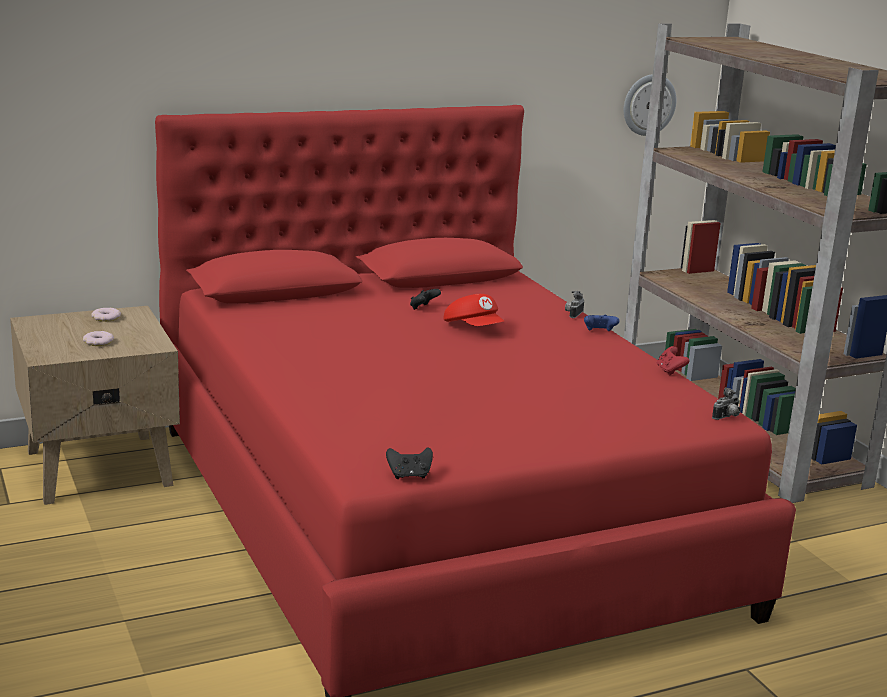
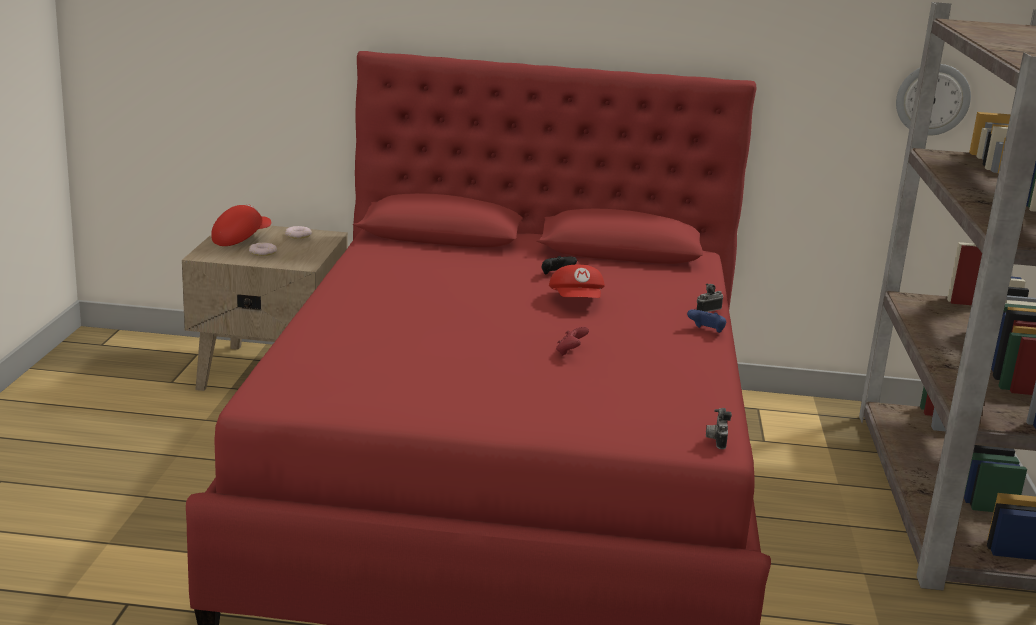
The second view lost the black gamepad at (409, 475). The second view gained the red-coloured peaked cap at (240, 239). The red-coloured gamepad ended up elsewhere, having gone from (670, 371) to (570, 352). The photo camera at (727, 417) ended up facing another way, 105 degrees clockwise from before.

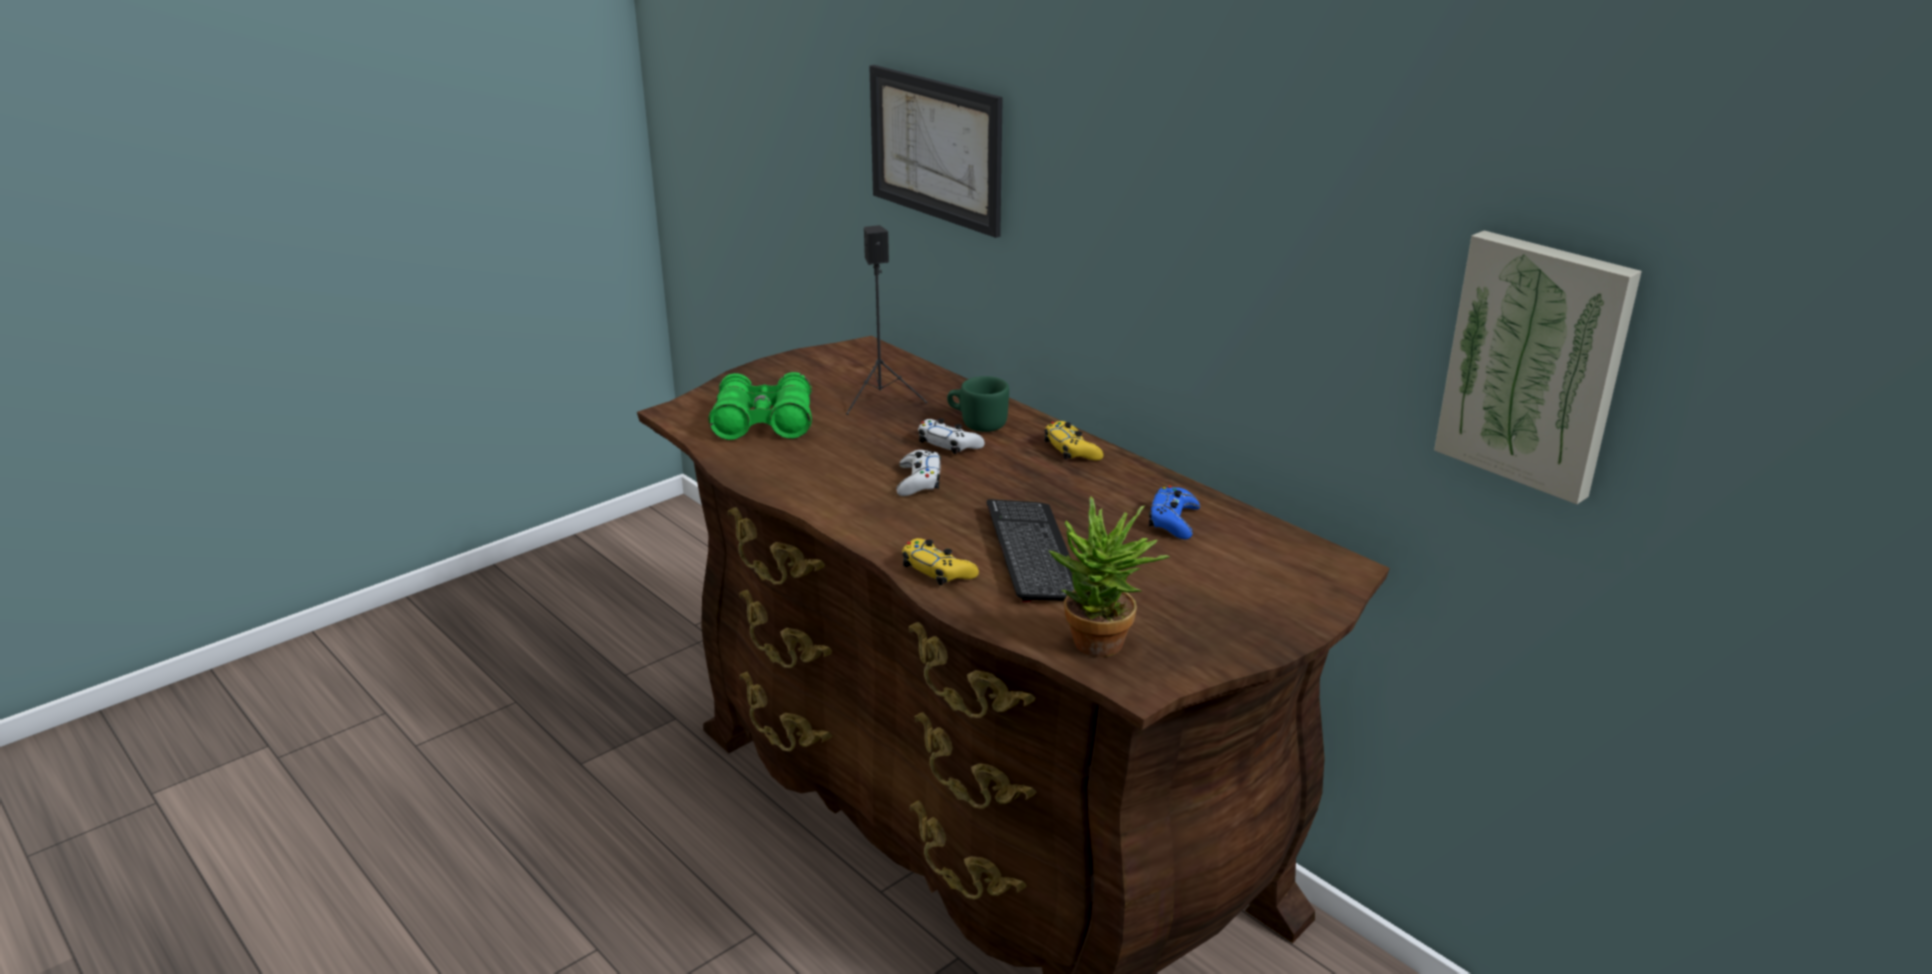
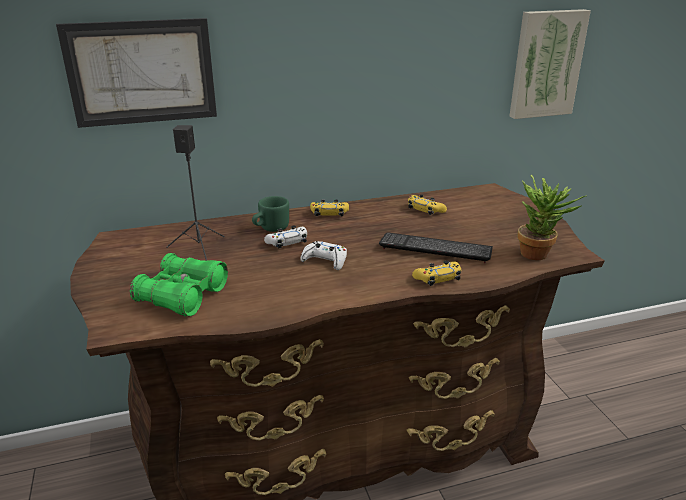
What was the bluish gamepad at (1173, 521) turned into the yellow gamepad at (425, 210).

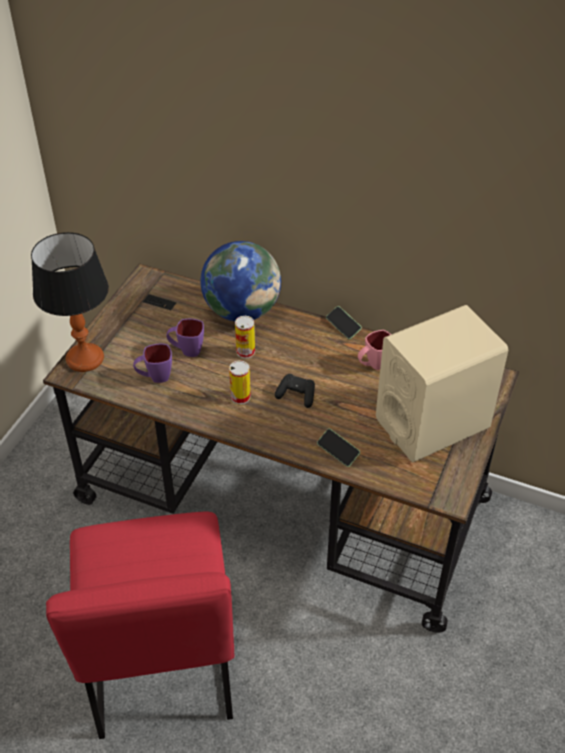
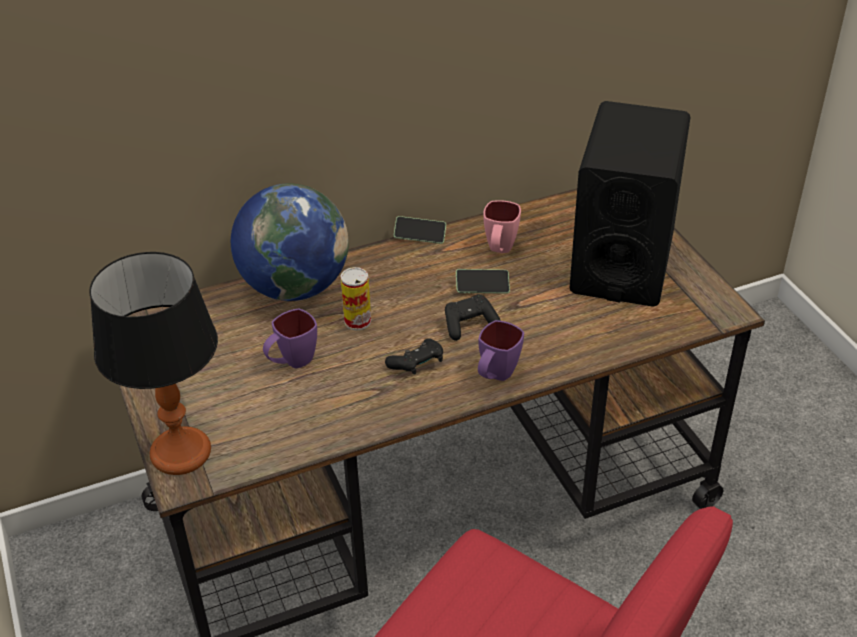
The purplish mug ended up elsewhere, having gone from (155, 377) to (496, 376). The telephone ended up elsewhere, having gone from (338, 451) to (482, 287). Where the can stood at (240, 397), the black gamepad came to stand at (417, 365). What was the sand-coloured audio speaker at (432, 423) turned into the black audio speaker at (622, 263).

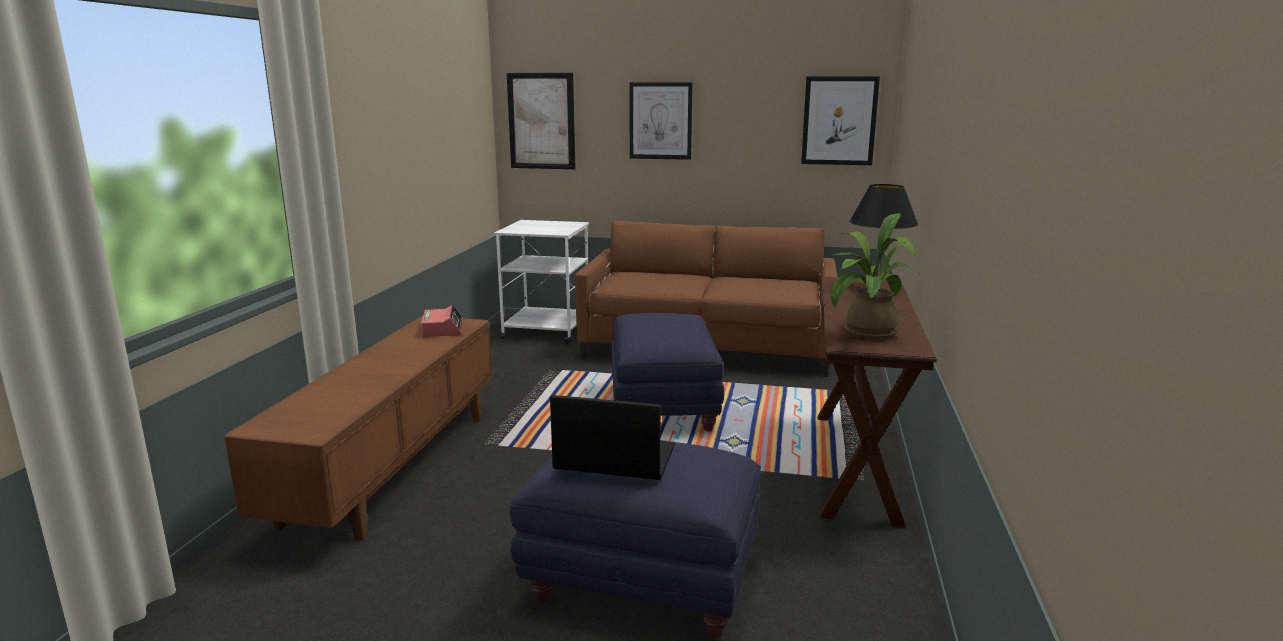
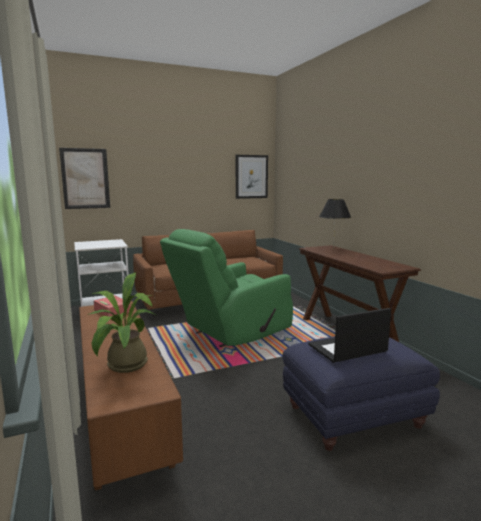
The second view lost the picture at (660, 121). The houseplant ended up elsewhere, having gone from (865, 334) to (124, 367). Where the bluish pouffe stood at (662, 407), the greenish easy chair came to stand at (230, 333).

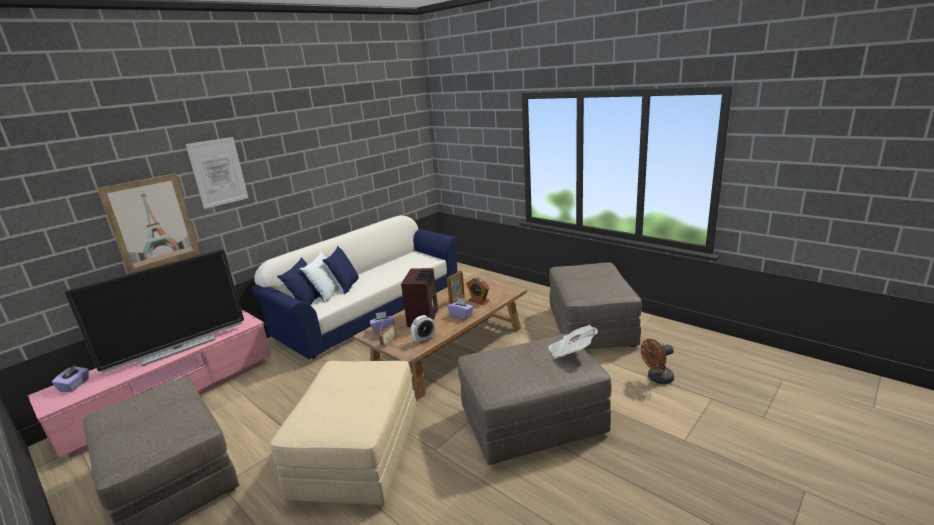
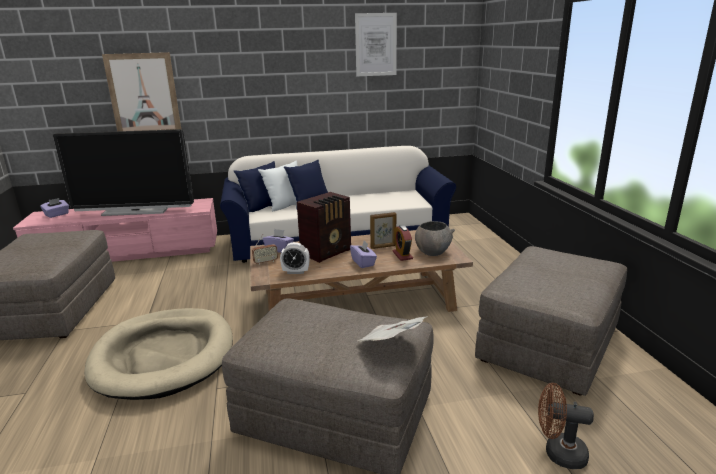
The second view gained the grey deep dish at (433, 252). The picture ended up elsewhere, having gone from (218, 172) to (376, 45). Where the sand-coloured pouffe stood at (358, 453), the sand-coloured dog cushion came to stand at (164, 356).

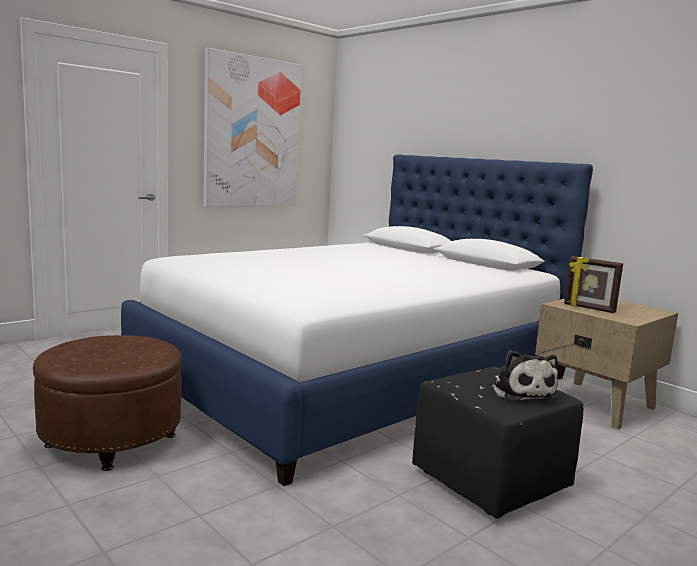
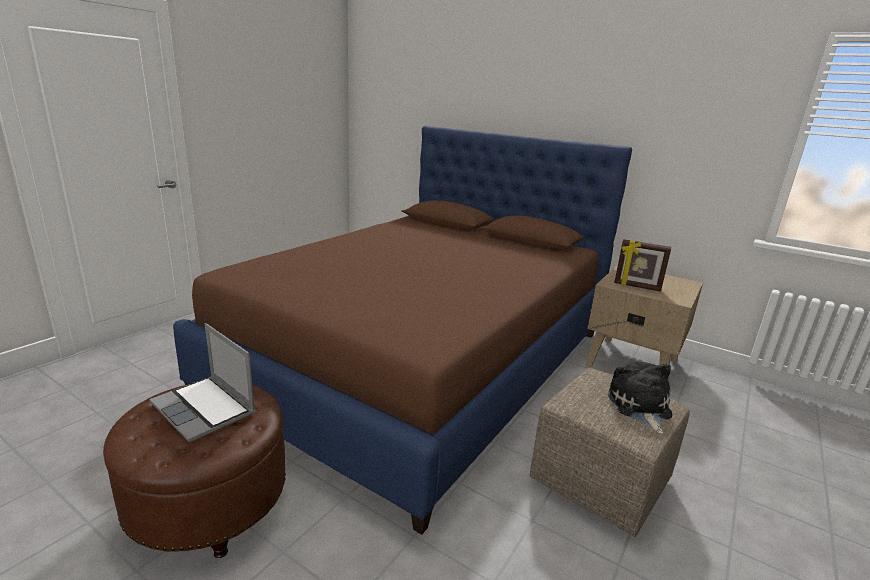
The second view lost the picture at (252, 133). The second view gained the notebook computer at (205, 409). What was the white-coloured sleeping bed at (355, 375) turned into the brownish sleeping bed at (422, 360). What was the black pouffe at (490, 480) turned into the sand-coloured pouffe at (600, 480). The plush toy at (521, 391) ended up facing another way, 150 degrees counterclockwise from before.

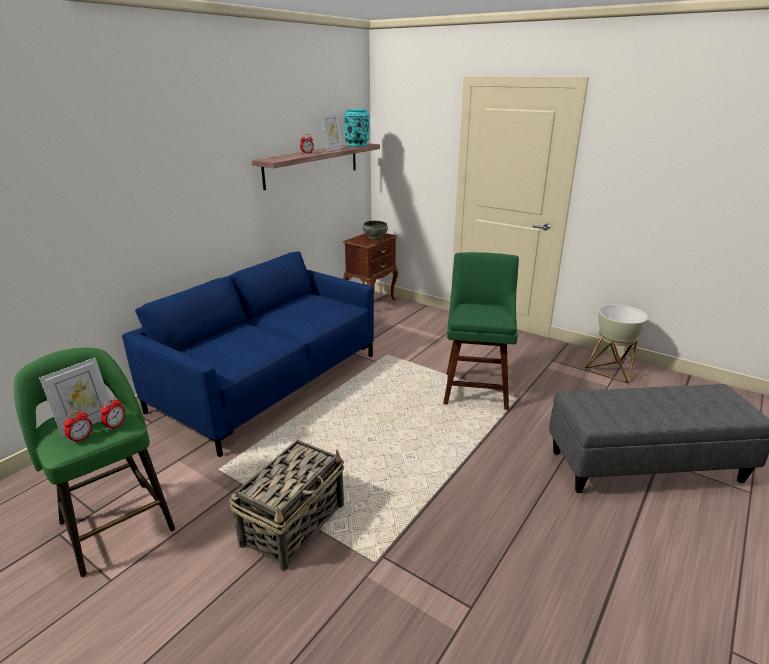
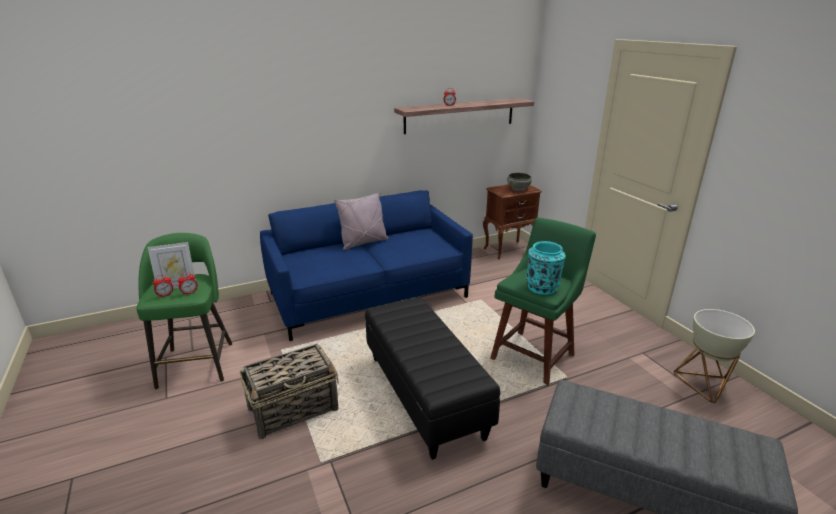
The second view lost the standing frame at (332, 149). The second view gained the purplish cushion at (363, 243). The second view gained the black pouffe at (423, 396). The turquoise flower vase ended up elsewhere, having gone from (357, 145) to (542, 287).

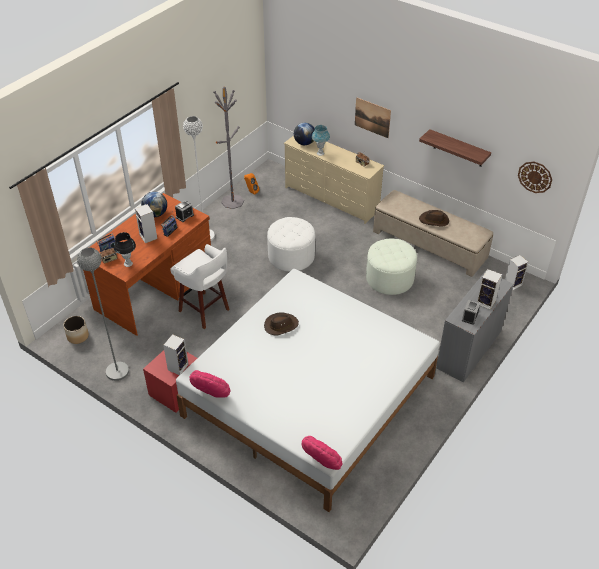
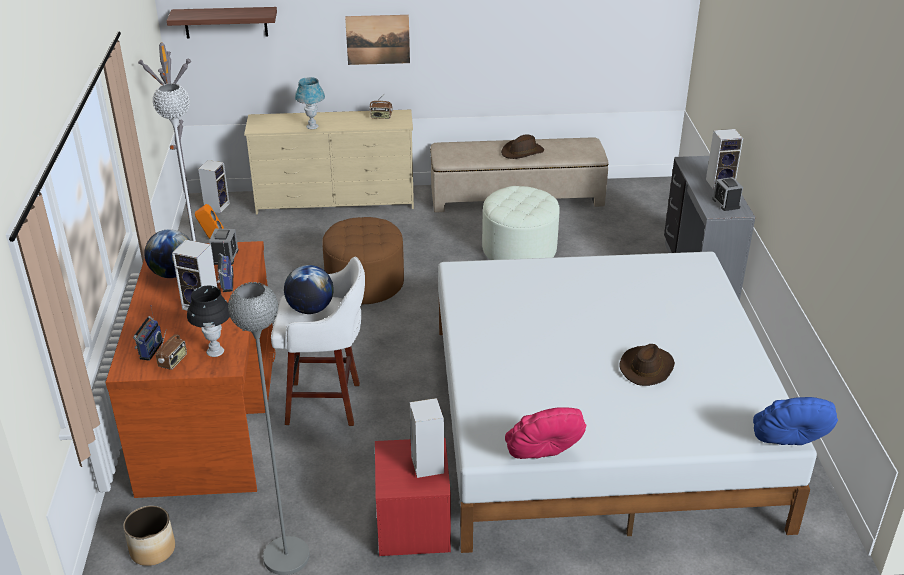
The second view lost the wall clock at (535, 177). The brownish clothing hat ended up elsewhere, having gone from (281, 325) to (646, 367). The world globe ended up elsewhere, having gone from (304, 143) to (310, 309). The shelf ended up elsewhere, having gone from (458, 148) to (225, 22). The audio speaker ended up elsewhere, having gone from (513, 284) to (217, 206). What was the white-coloured pouffe at (291, 256) turned into the brownish pouffe at (365, 283). What was the pink cushion at (321, 464) turned into the bluish cushion at (788, 448).

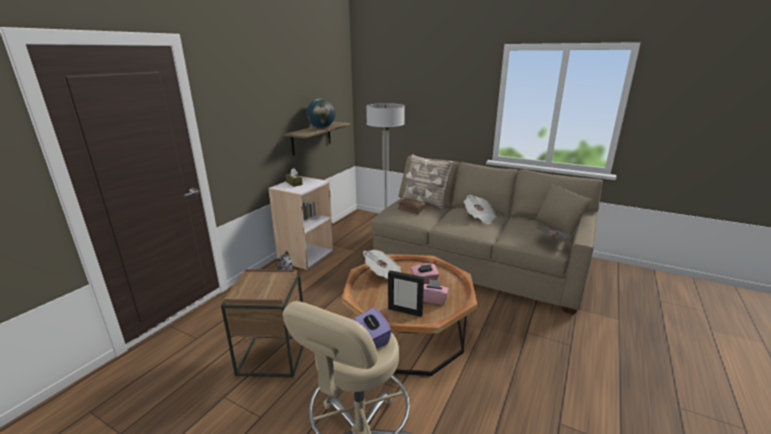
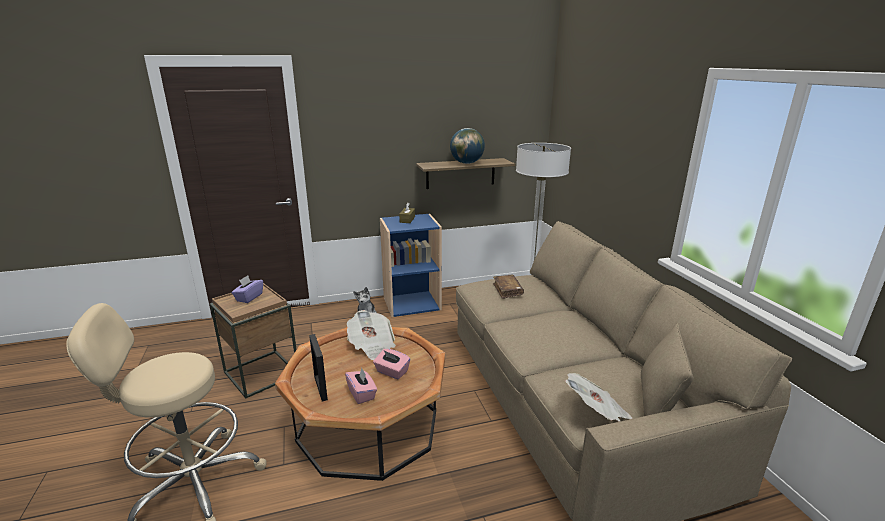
The second view lost the sand-coloured cushion at (425, 202). The second view lost the printed paper at (479, 217). The purplish tissue holder ended up elsewhere, having gone from (372, 338) to (249, 297). What was the white-coloured bookshelf at (306, 255) turned into the bluish bookshelf at (412, 303).

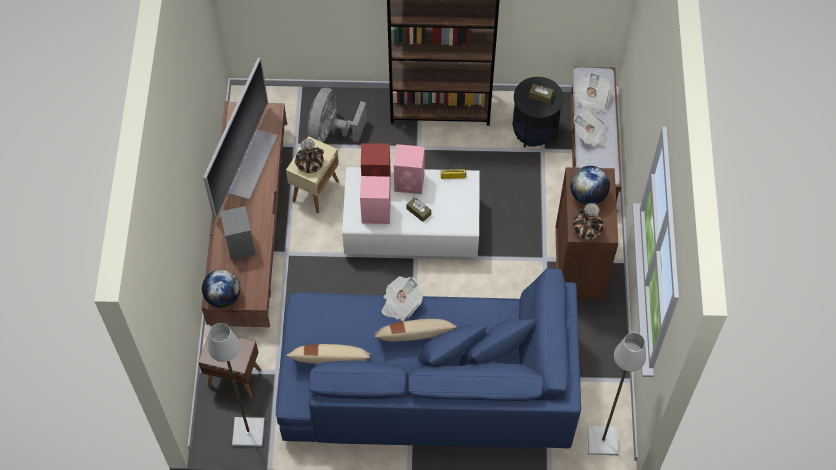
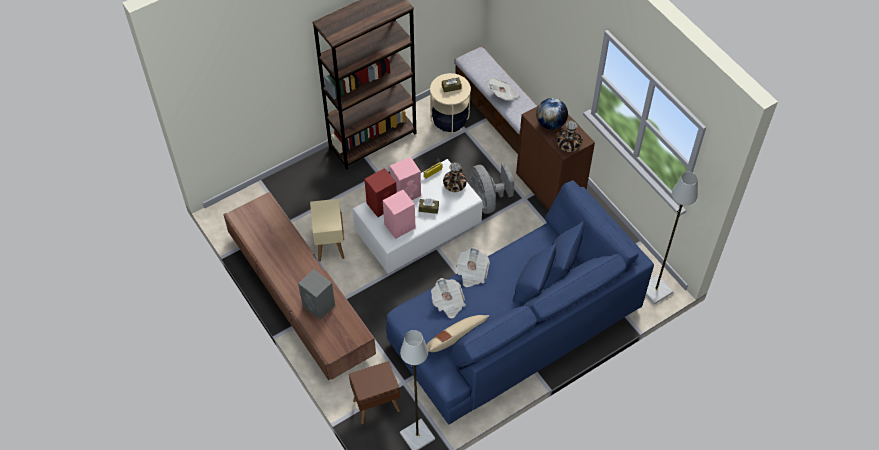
The second view lost the world globe at (223, 297). The second view lost the TV set at (250, 163). The second view lost the sand-coloured cushion at (414, 337). The flower vase ended up elsewhere, having gone from (310, 164) to (455, 185). The grey cooling fan ended up elsewhere, having gone from (331, 132) to (487, 200). The printed paper ended up elsewhere, having gone from (591, 101) to (448, 303). What was the black side table at (534, 132) turned into the sand-coloured side table at (450, 121).

